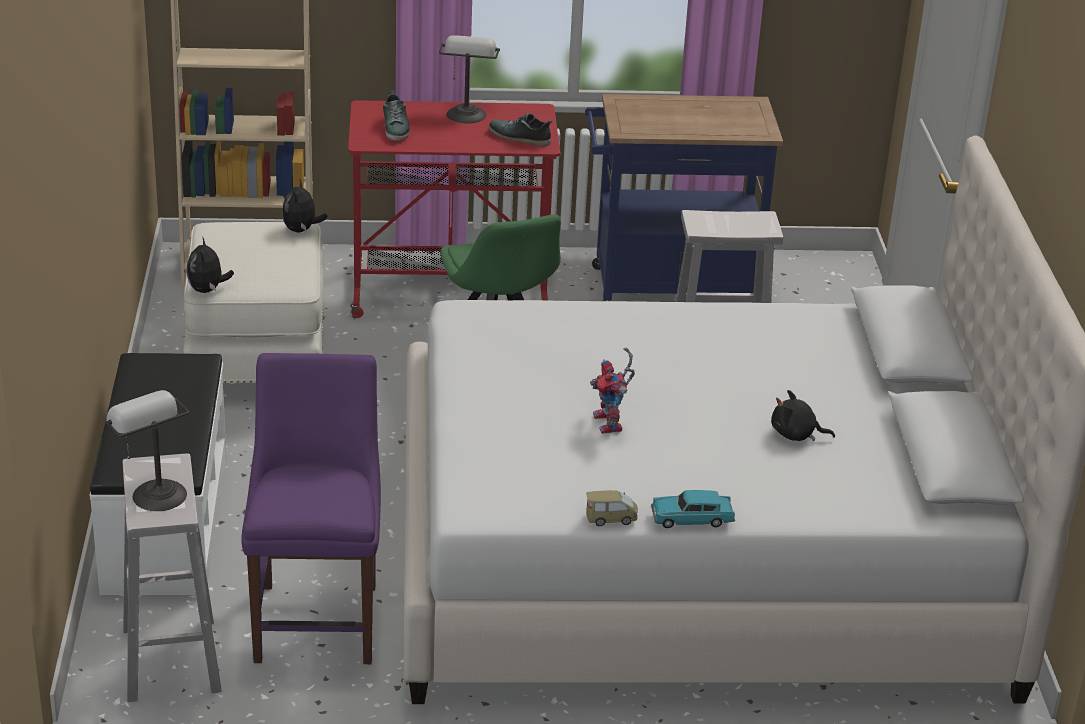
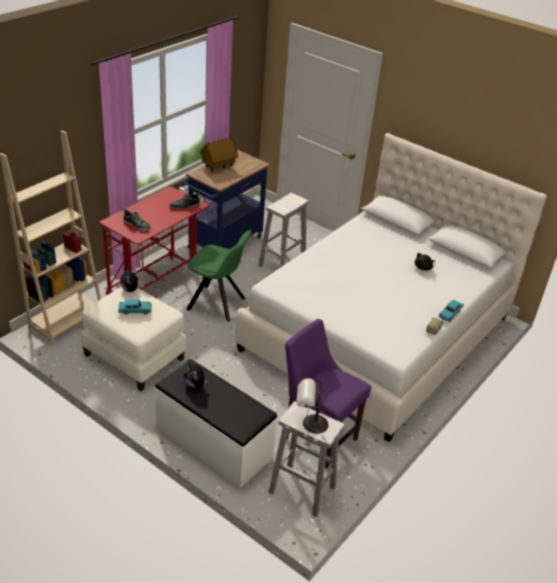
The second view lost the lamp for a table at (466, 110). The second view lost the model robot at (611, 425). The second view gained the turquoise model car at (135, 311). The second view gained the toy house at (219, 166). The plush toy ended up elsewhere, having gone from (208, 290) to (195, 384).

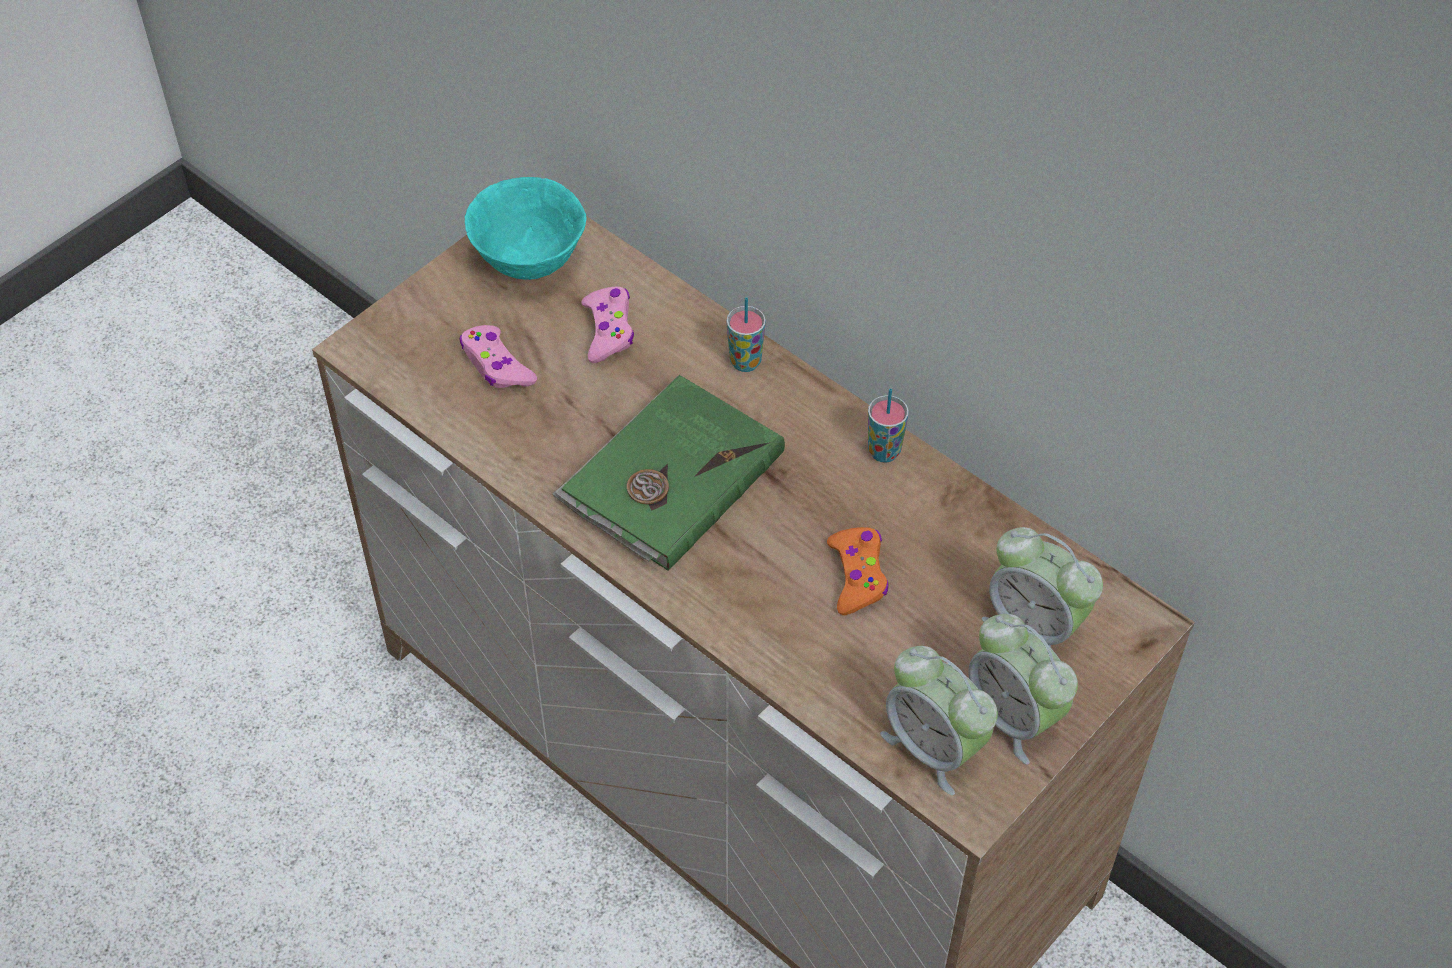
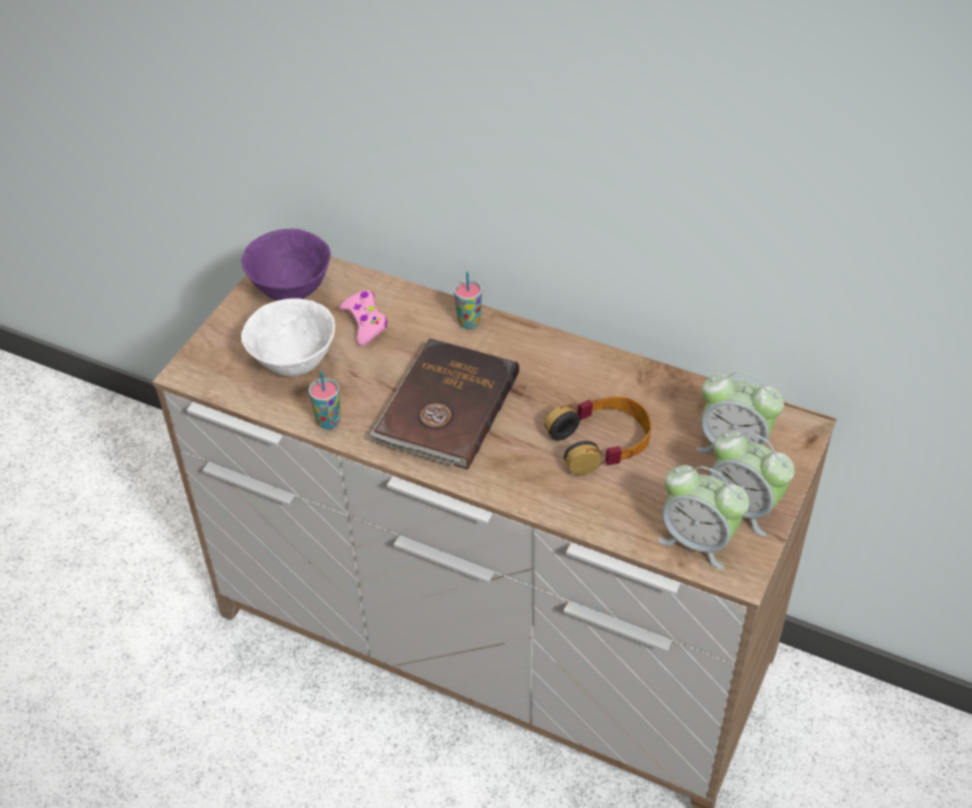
The small cup ended up elsewhere, having gone from (884, 452) to (328, 421). Where the pink gamepad stood at (496, 366), the white-coloured deep dish came to stand at (293, 363). Where the orange gamepad stood at (857, 576), the headset came to stand at (601, 442). What was the turquoise deep dish at (529, 261) turned into the purplish deep dish at (291, 289). What was the greenish bound book at (669, 477) turned into the brownish bound book at (445, 408).

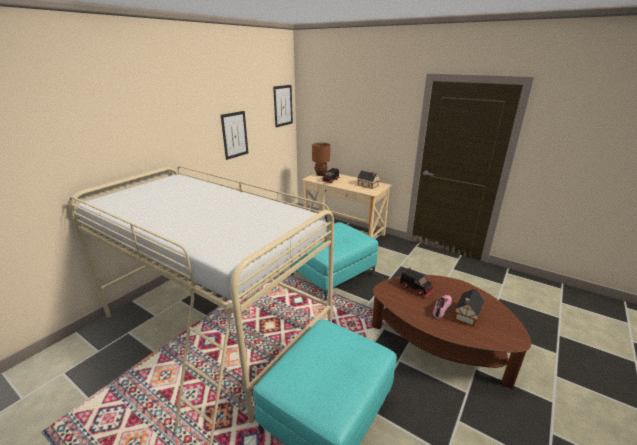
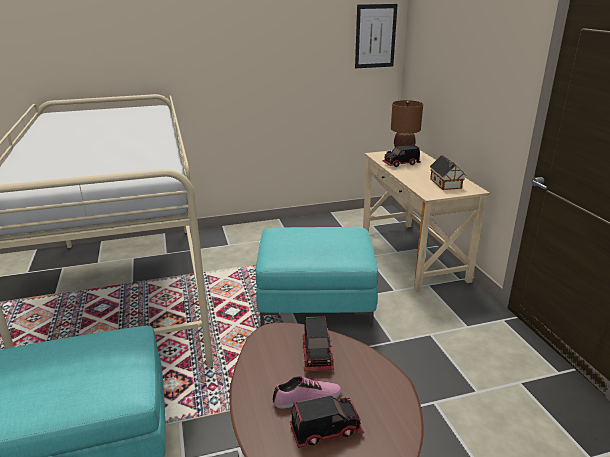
The second view lost the picture at (234, 135). Where the toy house stood at (466, 315), the model truck came to stand at (325, 429).

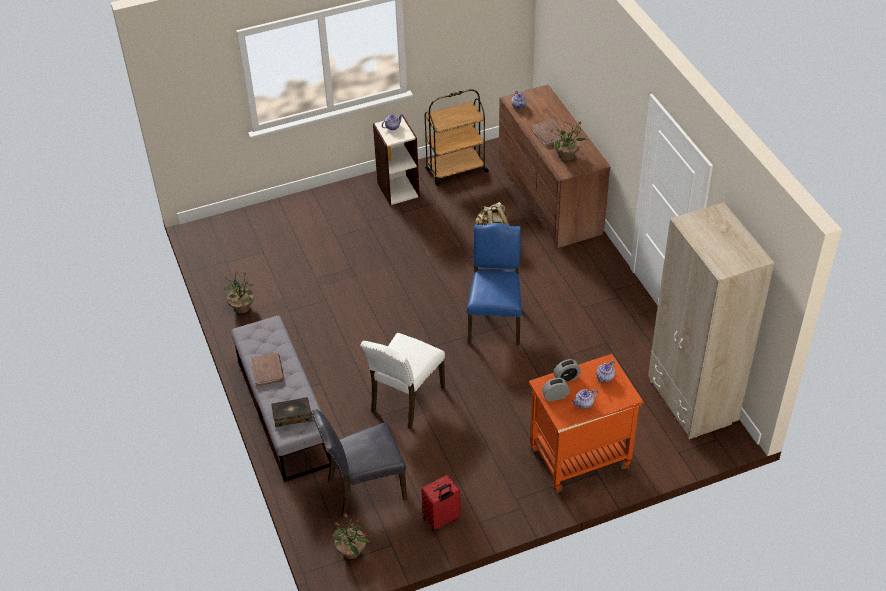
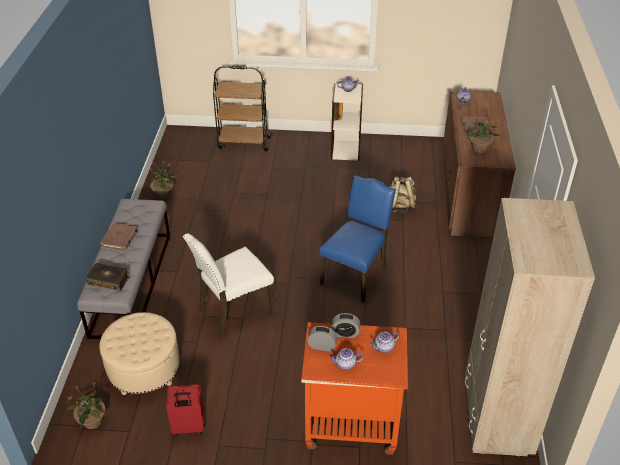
The brownish wheeled cart ended up elsewhere, having gone from (456, 171) to (243, 143). Where the grey chair stood at (364, 488), the sand-coloured pouffe came to stand at (144, 371).

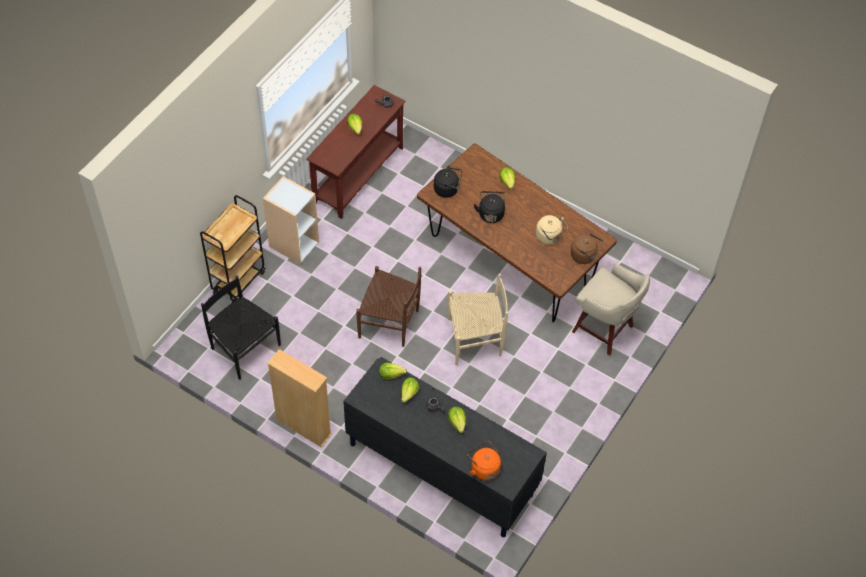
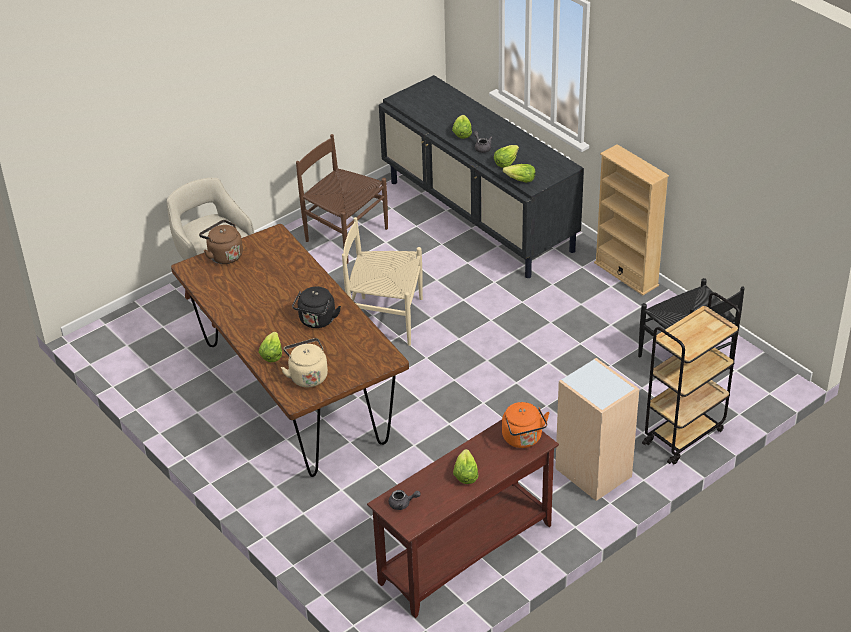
The second view lost the black kettle at (448, 189). The brownish chair ended up elsewhere, having gone from (390, 322) to (344, 236). The orange kettle ended up elsewhere, having gone from (483, 468) to (523, 439). The sand-coloured kettle ended up elsewhere, having gone from (549, 237) to (307, 376).

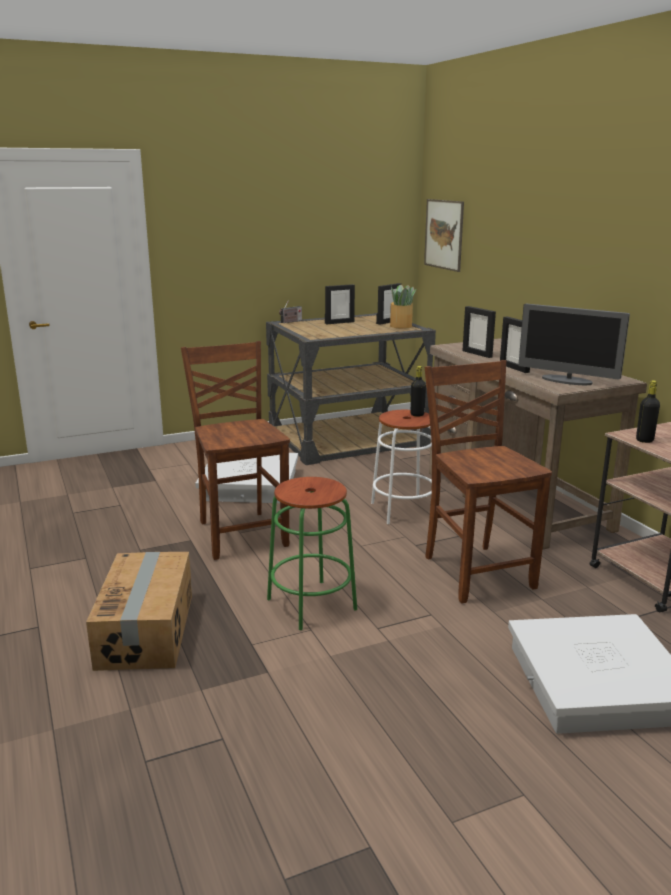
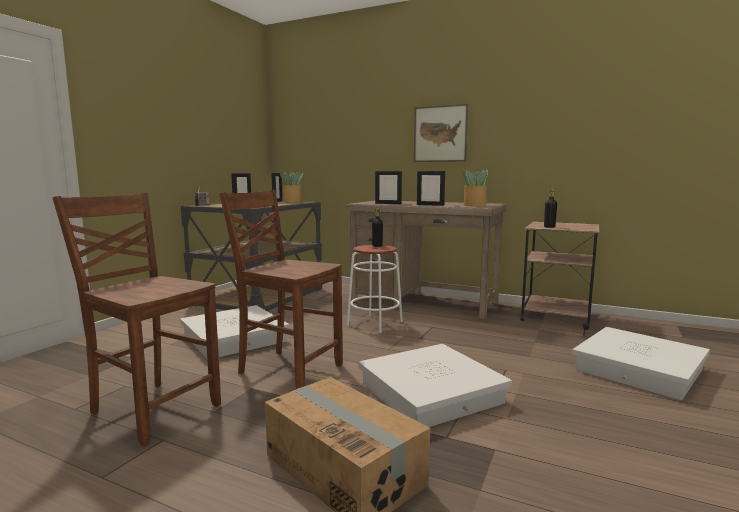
The picture ended up elsewhere, having gone from (444, 234) to (440, 134). The brownish chair ended up elsewhere, having gone from (476, 571) to (153, 409). Where the greenish stool seat stood at (311, 604), the white-coloured storage container came to stand at (430, 393). Where the computer screen stood at (567, 381), the houseplant came to stand at (474, 205).

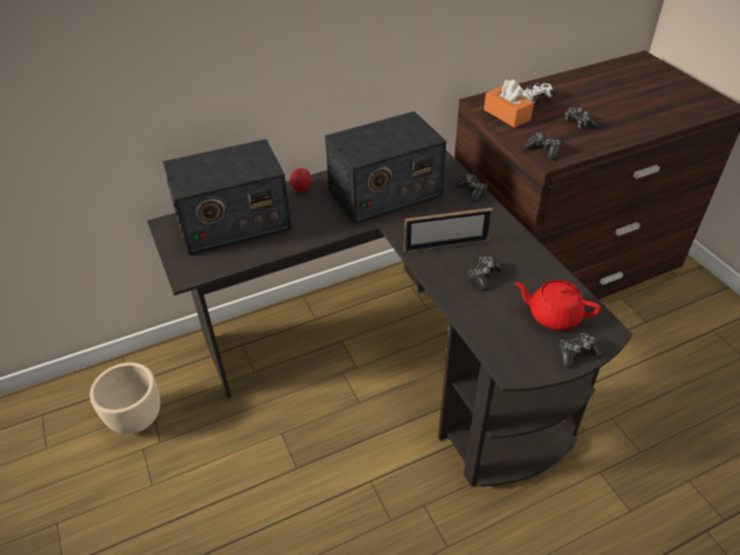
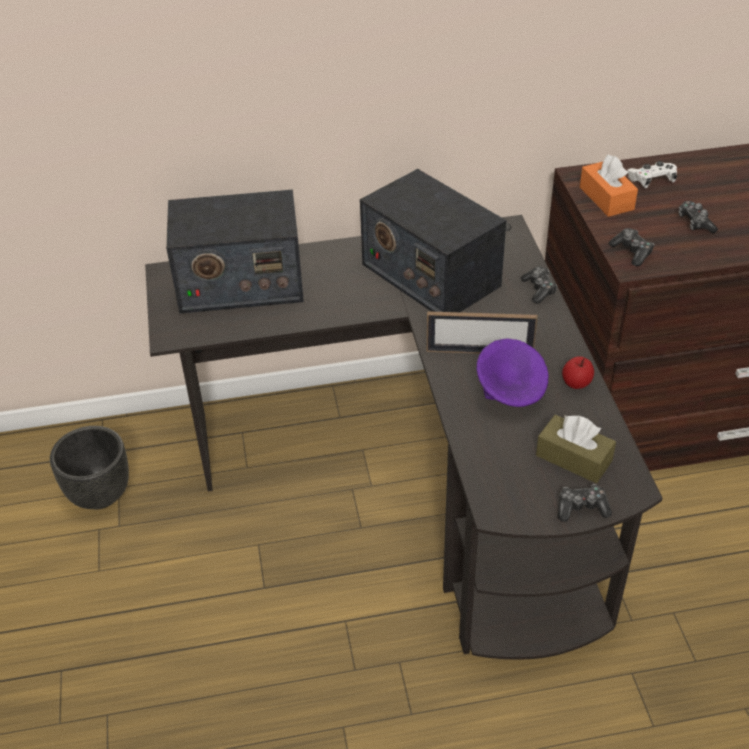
The whole apple ended up elsewhere, having gone from (301, 188) to (576, 383). Where the gamepad stood at (484, 276), the purplish deep dish came to stand at (510, 397). Where the red-coloured tea pot stood at (553, 315), the brownish tissue holder came to stand at (573, 458). What was the sand-coloured flower pot at (136, 419) turned into the black flower pot at (99, 495). The radio at (384, 193) ended up facing another way, 60 degrees clockwise from before.

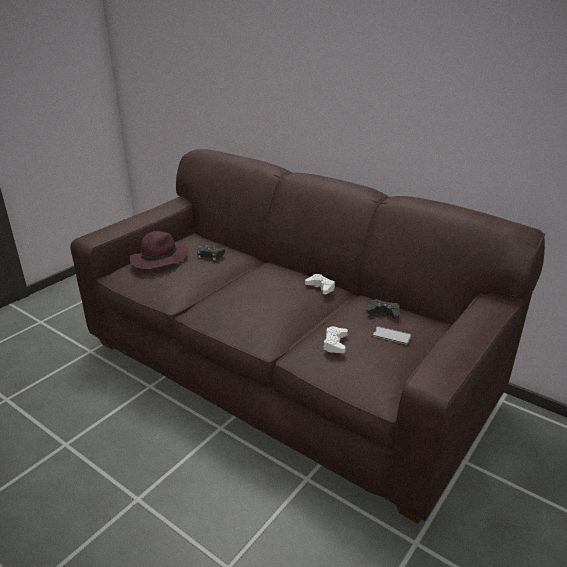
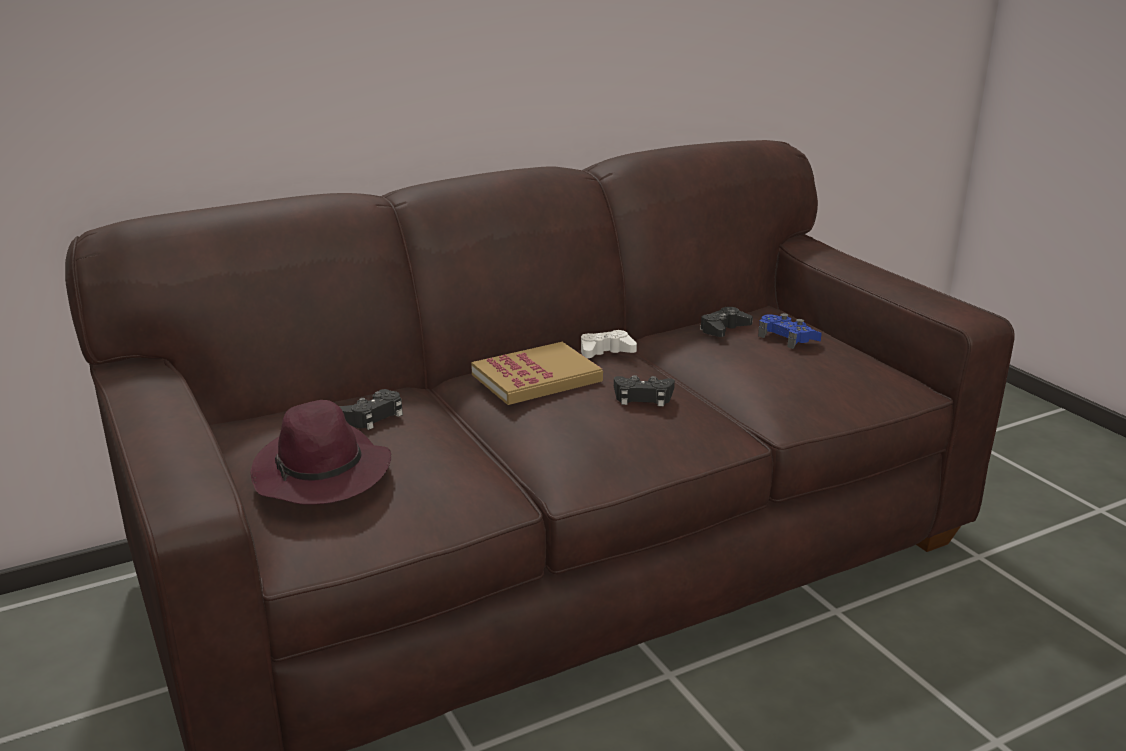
The second view lost the white-coloured gamepad at (335, 343). The second view gained the bound book at (536, 378). The second view gained the black gamepad at (643, 397). Where the telephone stood at (391, 335), the bluish gamepad came to stand at (787, 338).

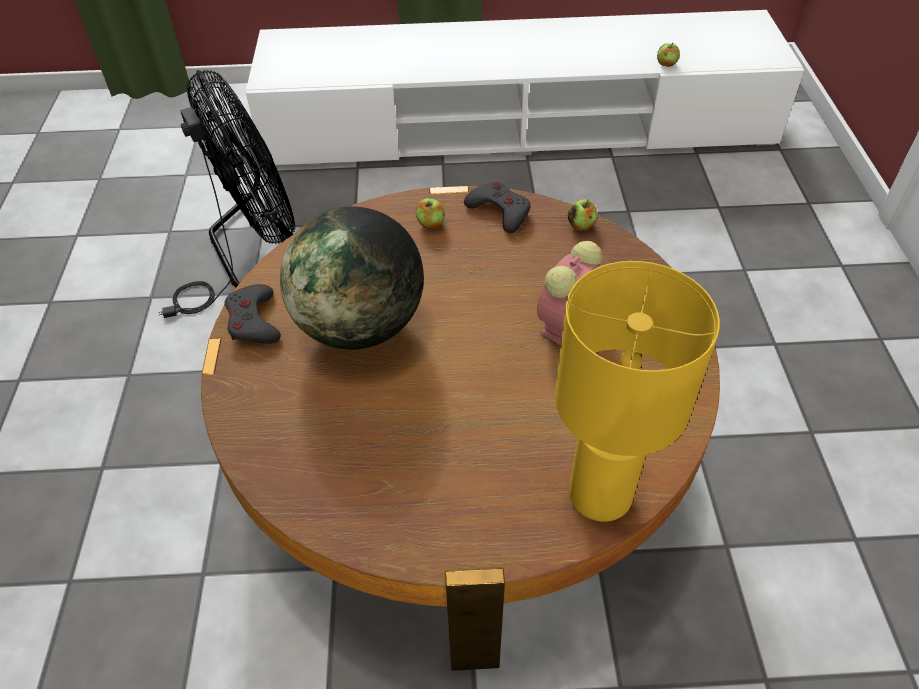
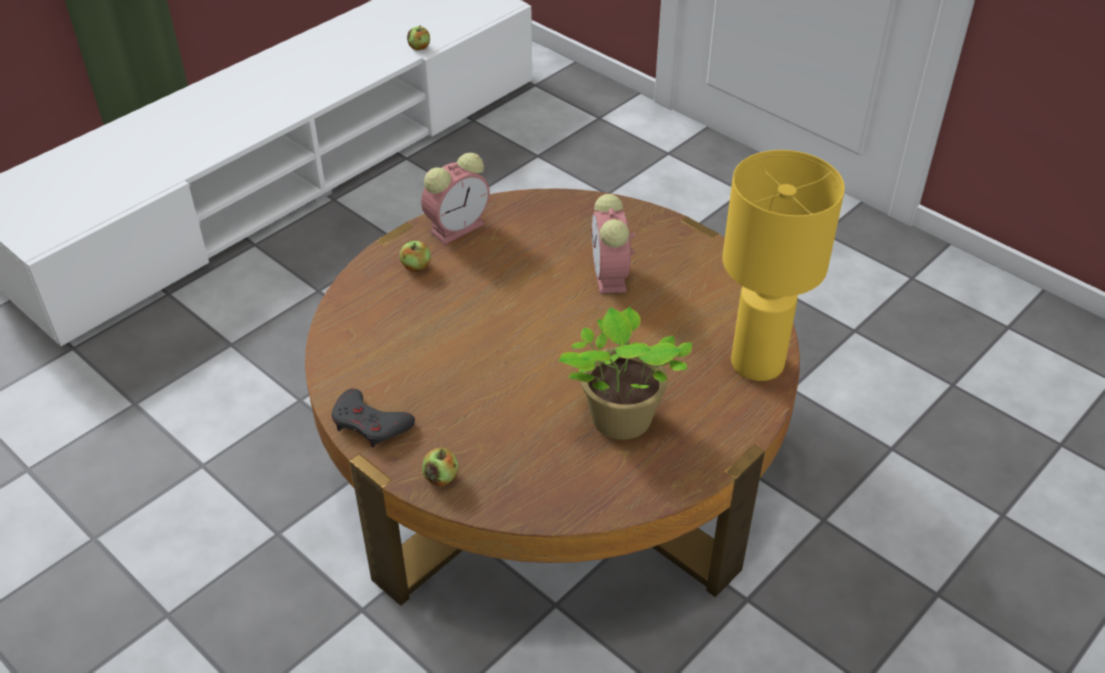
The second view lost the black cooling fan at (250, 257). The second view lost the world globe at (360, 326). The second view gained the houseplant at (619, 422). The whole apple ended up elsewhere, having gone from (581, 225) to (441, 477). Where the grey gamepad stood at (499, 211), the table clock came to stand at (458, 227).

